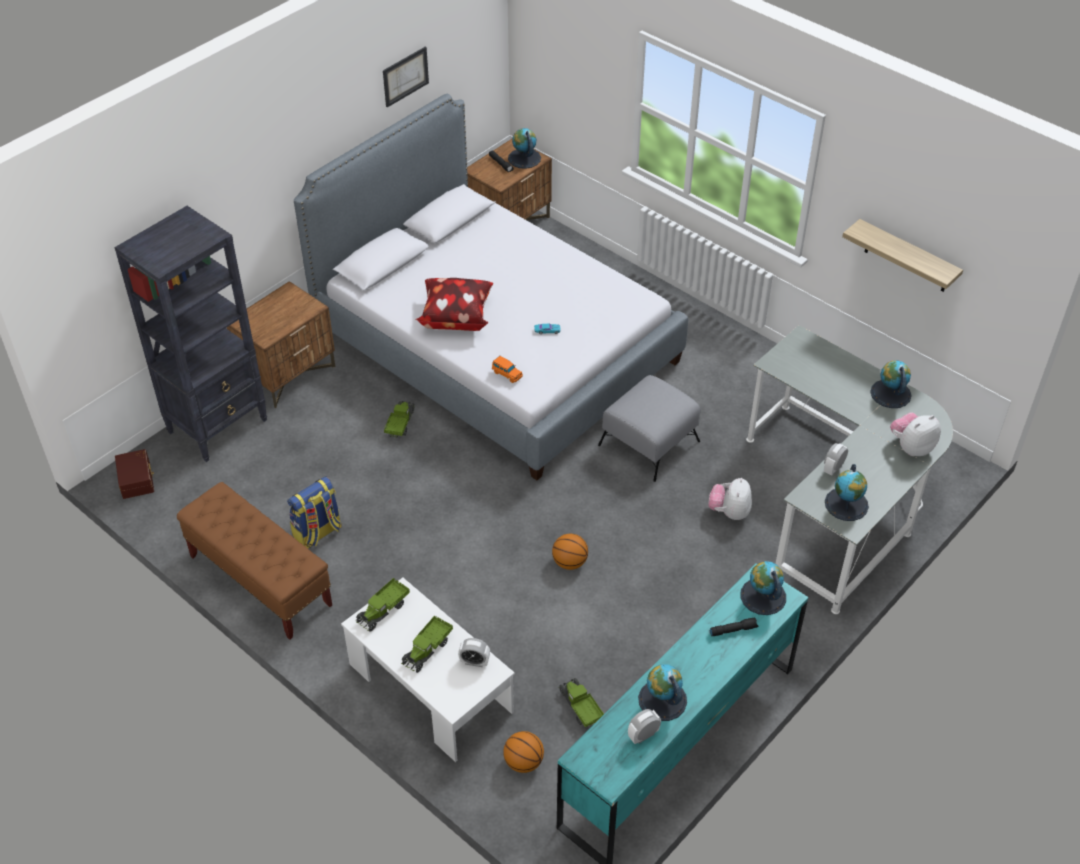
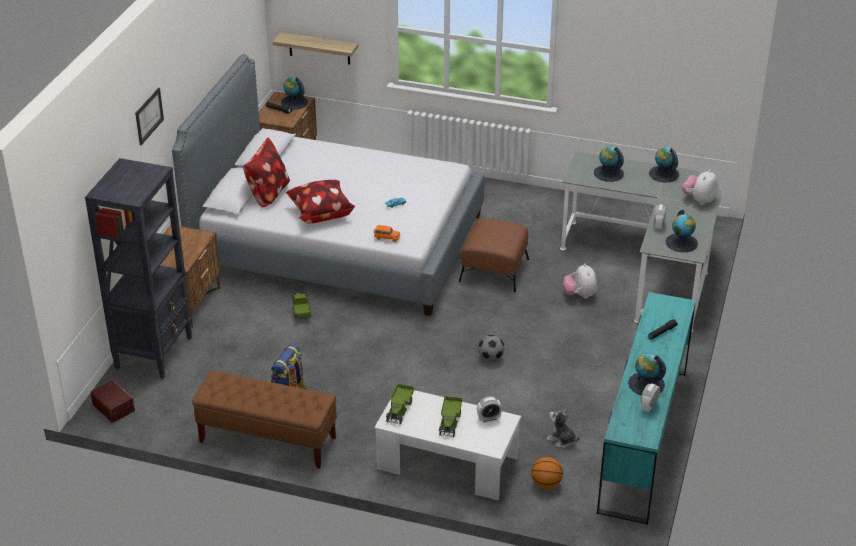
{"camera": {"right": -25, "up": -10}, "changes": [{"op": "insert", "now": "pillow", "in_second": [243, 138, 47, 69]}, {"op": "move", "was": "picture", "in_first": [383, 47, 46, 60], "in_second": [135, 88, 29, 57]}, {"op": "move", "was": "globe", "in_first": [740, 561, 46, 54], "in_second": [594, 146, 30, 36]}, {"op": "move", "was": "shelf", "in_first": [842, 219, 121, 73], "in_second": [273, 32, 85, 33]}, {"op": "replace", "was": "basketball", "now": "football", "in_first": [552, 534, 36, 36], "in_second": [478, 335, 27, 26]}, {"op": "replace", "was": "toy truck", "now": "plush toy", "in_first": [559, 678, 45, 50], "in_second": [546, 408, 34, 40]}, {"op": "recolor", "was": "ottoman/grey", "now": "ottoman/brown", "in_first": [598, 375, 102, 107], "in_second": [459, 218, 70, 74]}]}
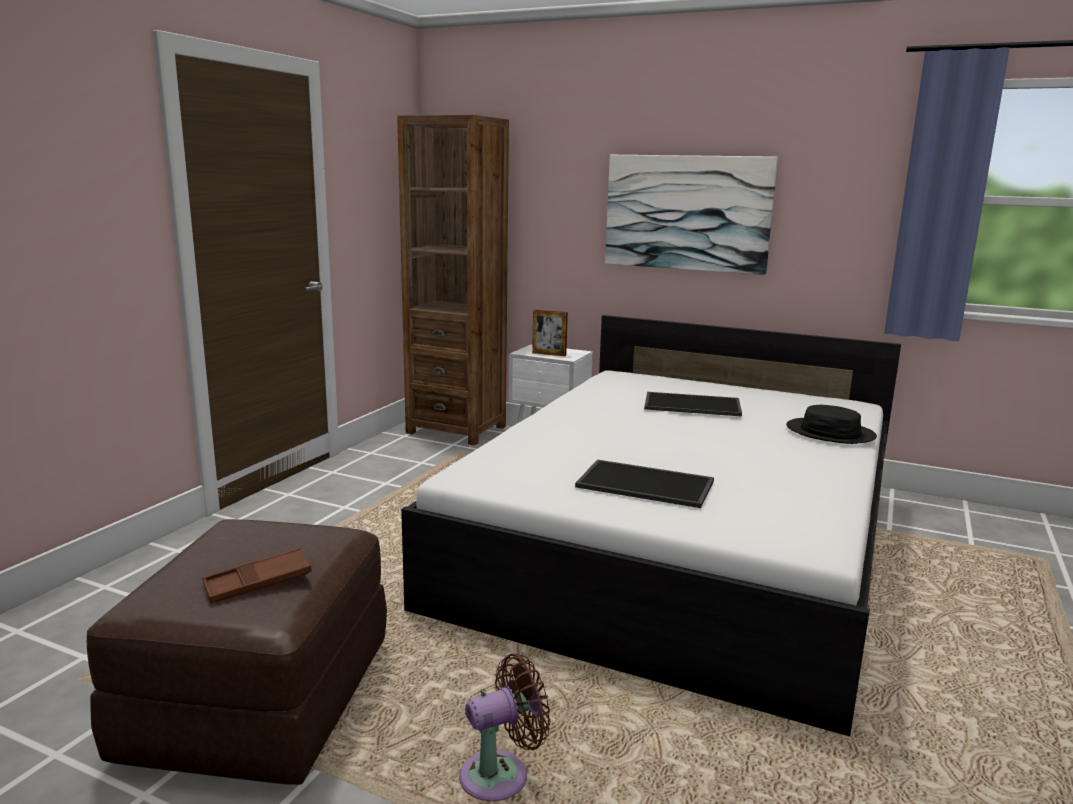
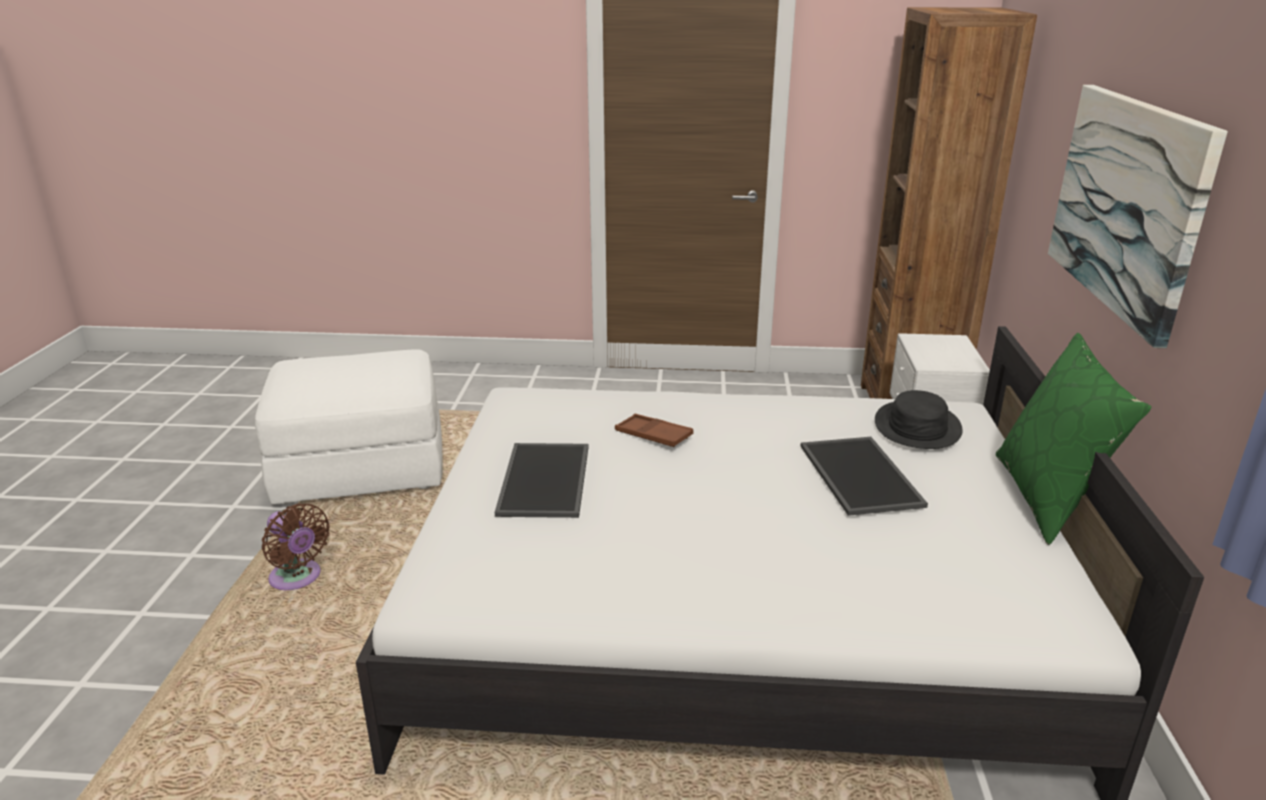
{"camera": {"right": 70, "up": 10}, "changes": [{"op": "delete", "was": "picture frame", "in_first": [532, 310, 36, 46]}, {"op": "insert", "now": "pillow/green", "in_second": [996, 333, 155, 212]}, {"op": "move", "was": "tray/brown", "in_first": [202, 548, 110, 55], "in_second": [615, 414, 78, 33]}, {"op": "move", "was": "hat/black", "in_first": [786, 405, 91, 39], "in_second": [875, 390, 88, 59]}, {"op": "recolor", "was": "ottoman/brown", "now": "ottoman/white", "in_first": [87, 519, 300, 266], "in_second": [255, 349, 187, 156]}]}
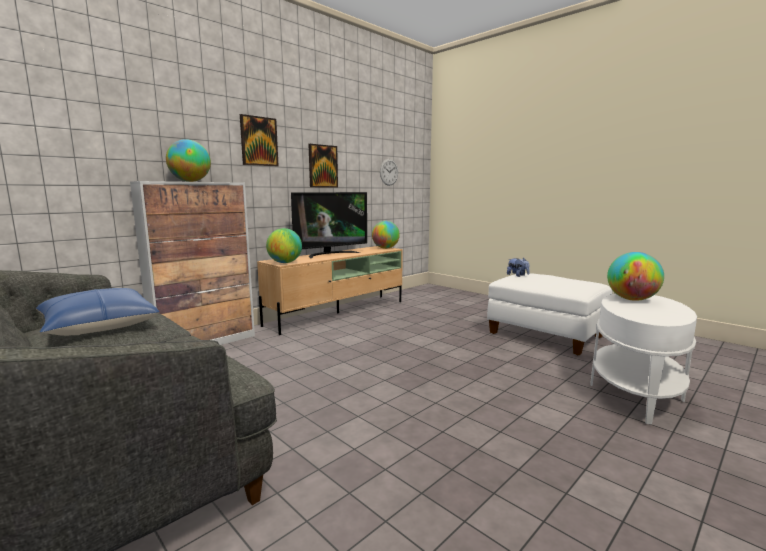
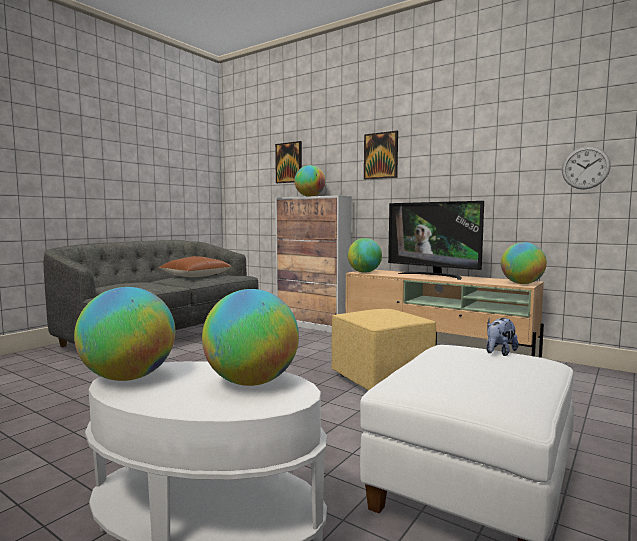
{"camera": {"right": 80, "up": -5}, "changes": [{"op": "insert", "now": "globe", "in_second": [74, 287, 101, 94]}, {"op": "insert", "now": "ottoman/yellow", "in_second": [332, 309, 104, 82]}, {"op": "move", "was": "picture", "in_first": [308, 144, 30, 44], "in_second": [275, 141, 27, 42]}, {"op": "recolor", "was": "pillow/blue", "now": "pillow/brown", "in_first": [36, 288, 123, 48], "in_second": [158, 256, 73, 21]}]}
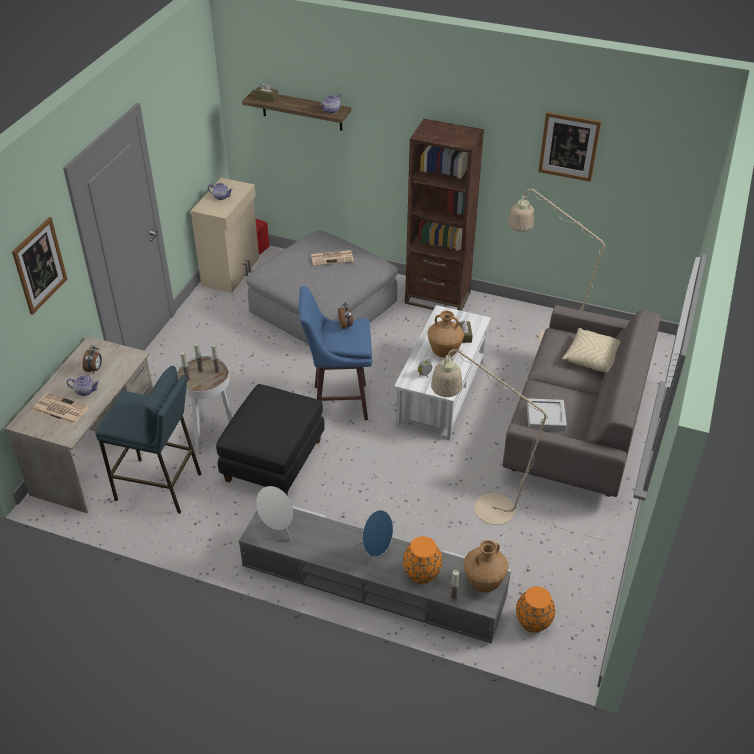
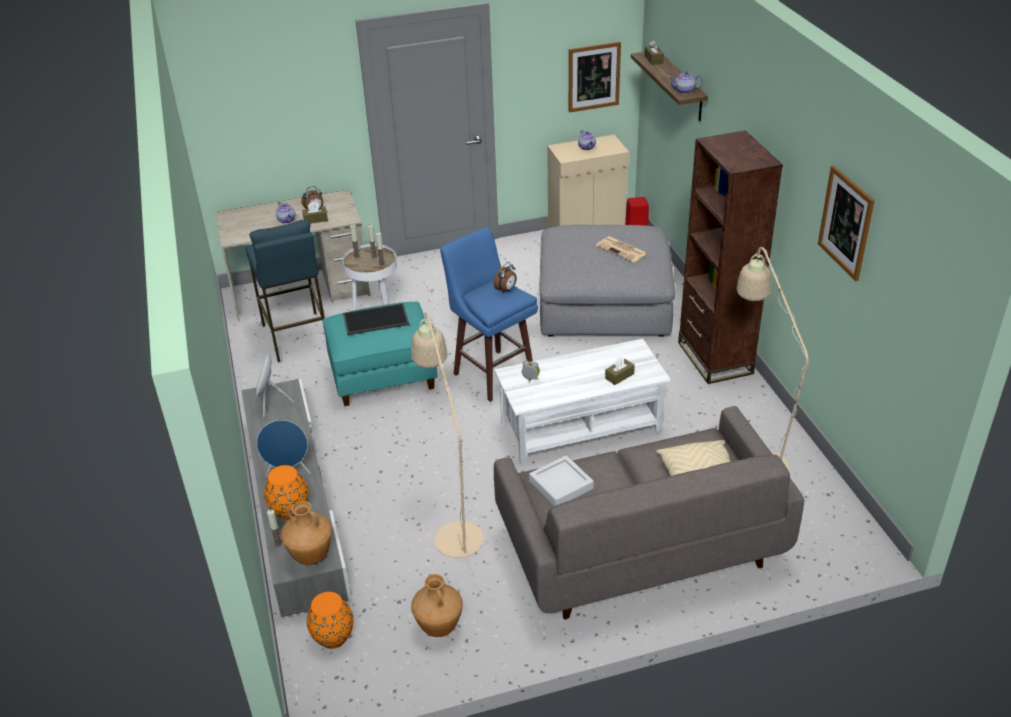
{"camera": {"right": 55, "up": -5}, "changes": [{"op": "delete", "was": "newspaper", "in_first": [32, 392, 58, 33]}, {"op": "insert", "now": "tissue box/brown", "in_second": [302, 202, 26, 21]}, {"op": "insert", "now": "tray", "in_second": [343, 303, 66, 32]}, {"op": "move", "was": "picture", "in_first": [12, 217, 55, 98], "in_second": [569, 42, 52, 71]}, {"op": "move", "was": "vase/brown", "in_first": [427, 311, 37, 47], "in_second": [411, 574, 52, 63]}, {"op": "recolor", "was": "ottoman/black", "now": "ottoman/turquoise", "in_first": [216, 384, 109, 112], "in_second": [323, 302, 115, 104]}]}
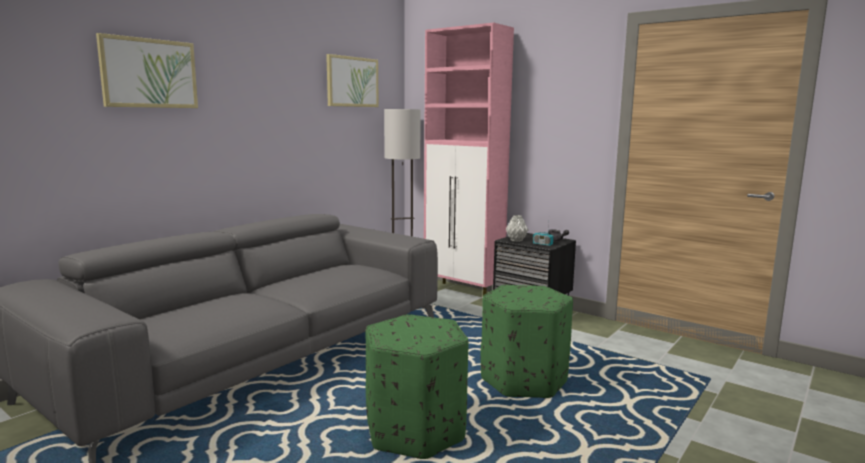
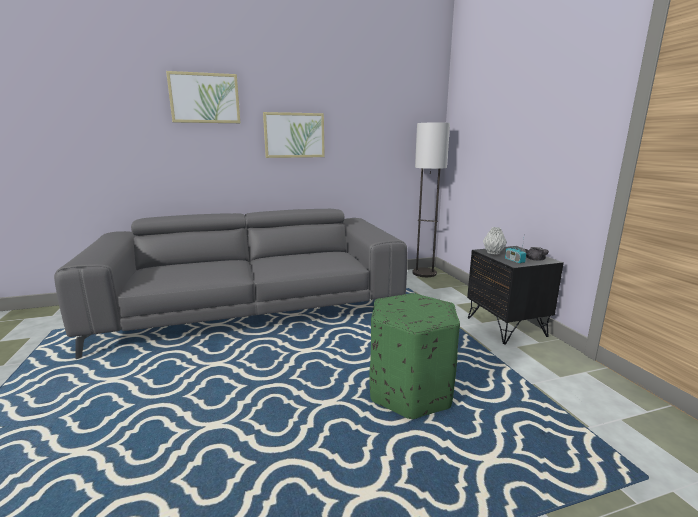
{"camera": {"right": 35, "up": 5}, "changes": [{"op": "delete", "was": "ottoman/green", "in_first": [366, 314, 103, 145]}, {"op": "delete", "was": "cabinet/pink", "in_first": [424, 23, 90, 272]}, {"op": "move", "was": "picture", "in_first": [326, 54, 53, 53], "in_second": [263, 112, 62, 46]}]}
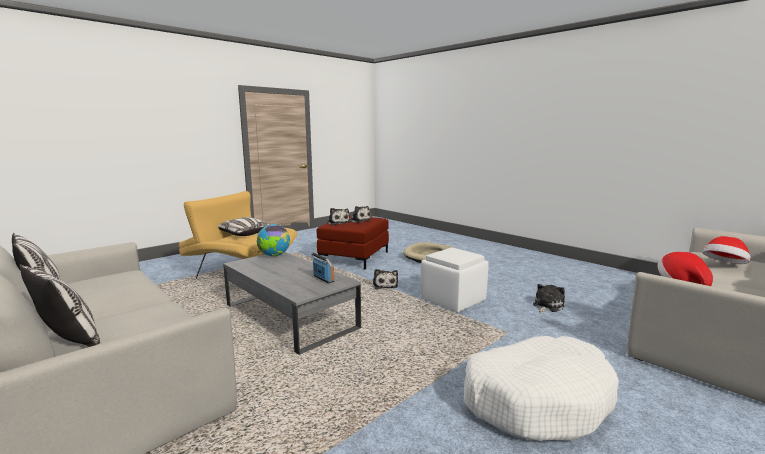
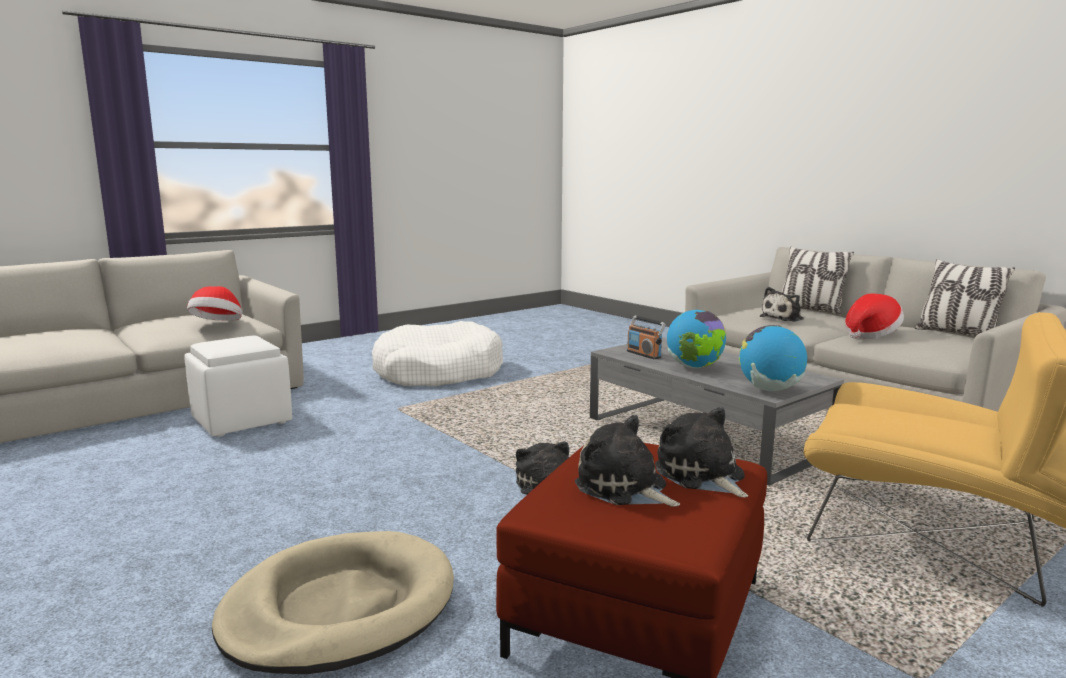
{"camera": {"right": -175, "up": 0}, "changes": [{"op": "delete", "was": "pillow", "in_first": [218, 217, 53, 19]}, {"op": "insert", "now": "globe", "in_second": [667, 310, 59, 58]}, {"op": "move", "was": "ottoman/white", "in_first": [421, 248, 68, 64], "in_second": [184, 335, 108, 102]}, {"op": "move", "was": "plush toy", "in_first": [533, 284, 32, 29], "in_second": [760, 287, 44, 35]}, {"op": "move", "was": "hat", "in_first": [703, 236, 47, 28], "in_second": [845, 293, 59, 46]}]}
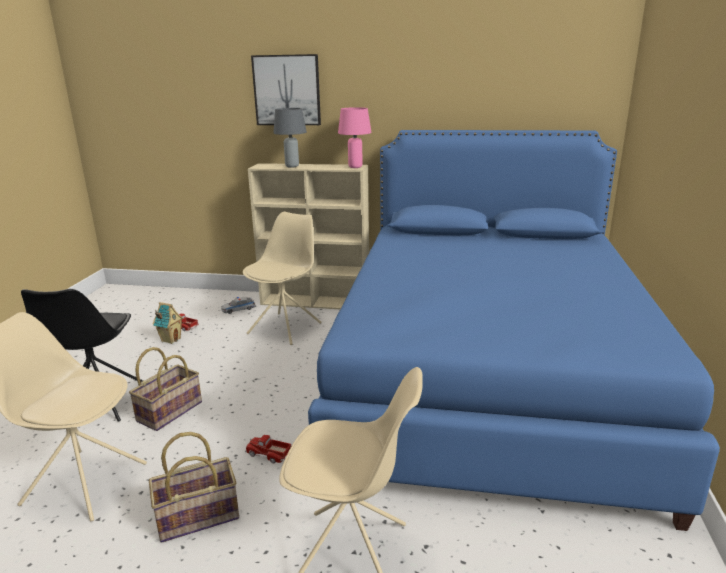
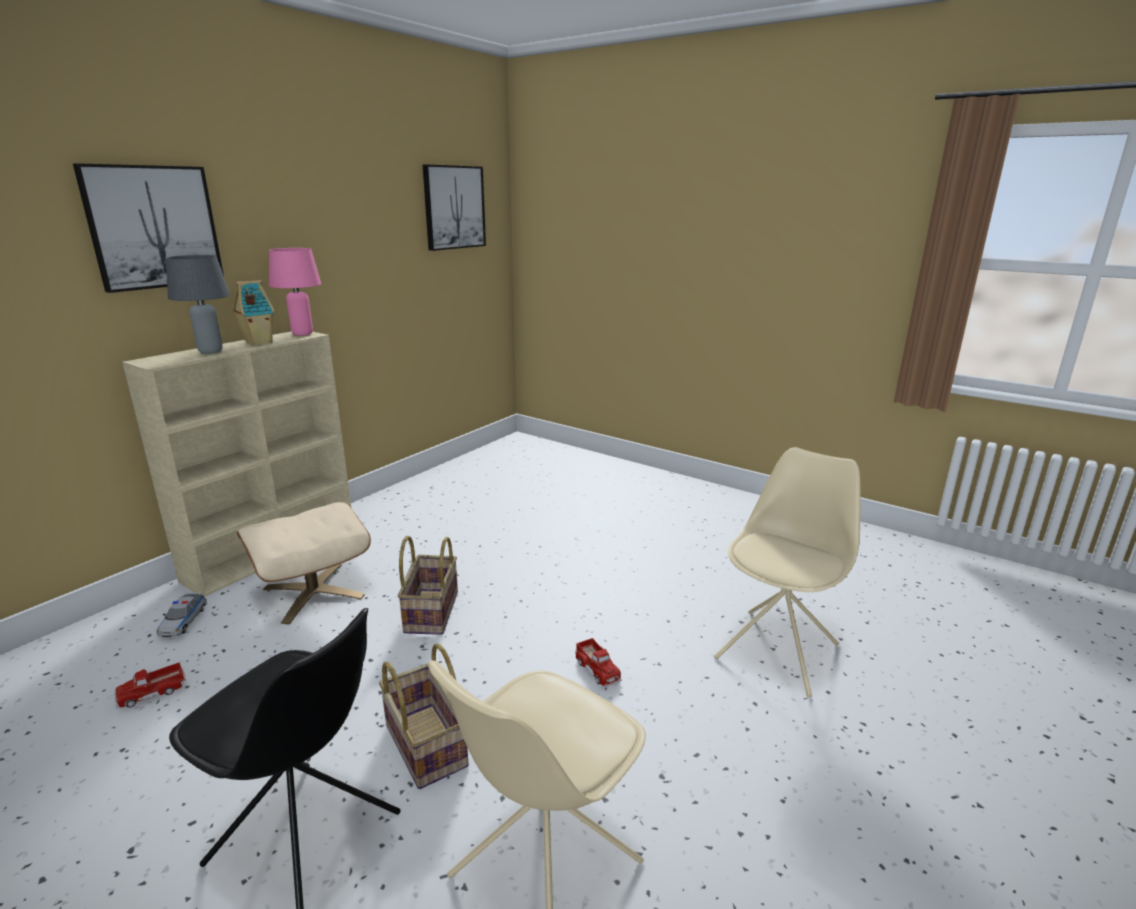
{"camera": {"right": -65, "up": 0}, "changes": [{"op": "delete", "was": "bed/blue", "in_first": [308, 130, 412, 401]}, {"op": "insert", "now": "picture", "in_second": [423, 164, 63, 87]}, {"op": "move", "was": "basket", "in_first": [149, 432, 90, 111], "in_second": [398, 536, 60, 99]}, {"op": "move", "was": "toy house", "in_first": [153, 302, 31, 42], "in_second": [232, 280, 43, 65]}, {"op": "replace", "was": "chair/beige", "now": "ottoman/beige", "in_first": [243, 212, 79, 133], "in_second": [237, 502, 134, 123]}, {"op": "rotate", "was": "toy truck", "in_first": [245, 435, 46, 28], "in_second": [575, 638, 47, 49], "clockwise": -75}]}
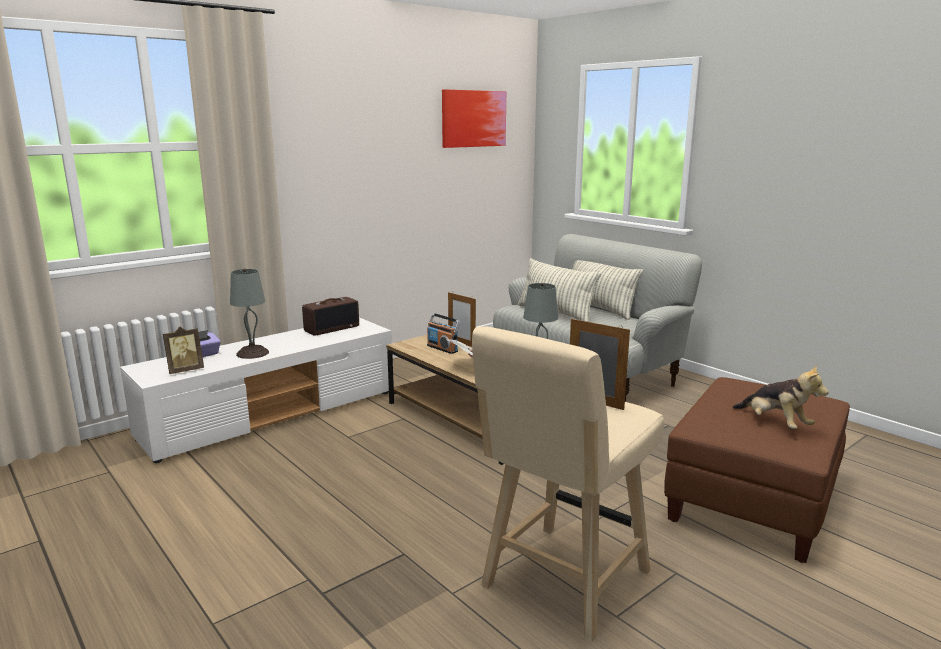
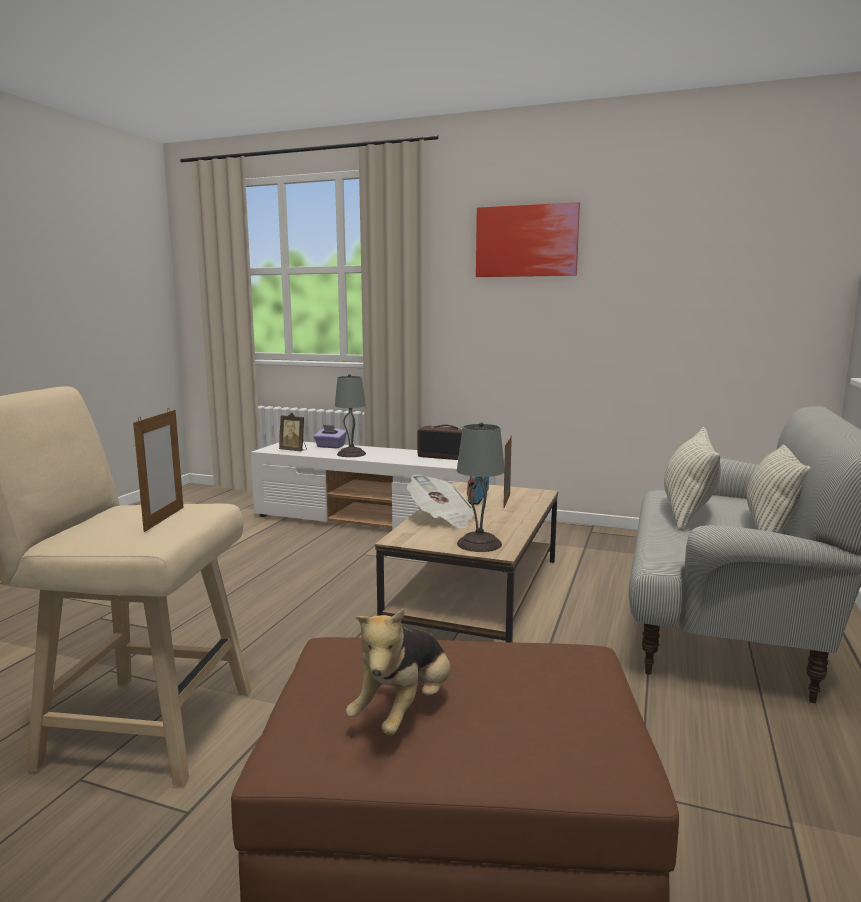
{"camera": {"right": 60, "up": -5}, "changes": [{"op": "move", "was": "picture", "in_first": [442, 89, 64, 59], "in_second": [476, 202, 104, 75]}]}
